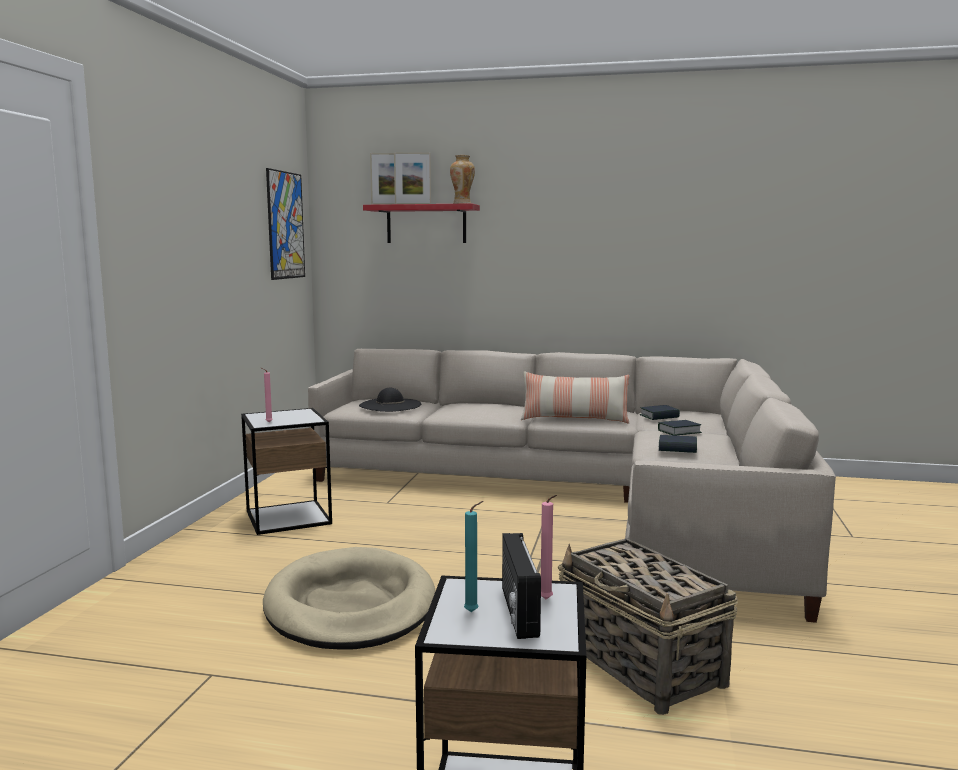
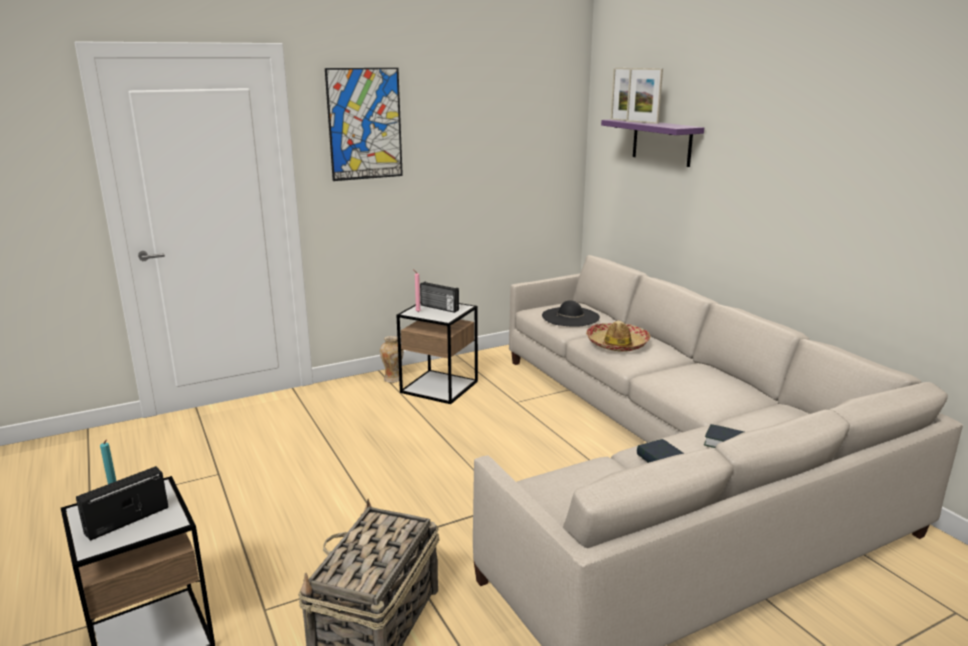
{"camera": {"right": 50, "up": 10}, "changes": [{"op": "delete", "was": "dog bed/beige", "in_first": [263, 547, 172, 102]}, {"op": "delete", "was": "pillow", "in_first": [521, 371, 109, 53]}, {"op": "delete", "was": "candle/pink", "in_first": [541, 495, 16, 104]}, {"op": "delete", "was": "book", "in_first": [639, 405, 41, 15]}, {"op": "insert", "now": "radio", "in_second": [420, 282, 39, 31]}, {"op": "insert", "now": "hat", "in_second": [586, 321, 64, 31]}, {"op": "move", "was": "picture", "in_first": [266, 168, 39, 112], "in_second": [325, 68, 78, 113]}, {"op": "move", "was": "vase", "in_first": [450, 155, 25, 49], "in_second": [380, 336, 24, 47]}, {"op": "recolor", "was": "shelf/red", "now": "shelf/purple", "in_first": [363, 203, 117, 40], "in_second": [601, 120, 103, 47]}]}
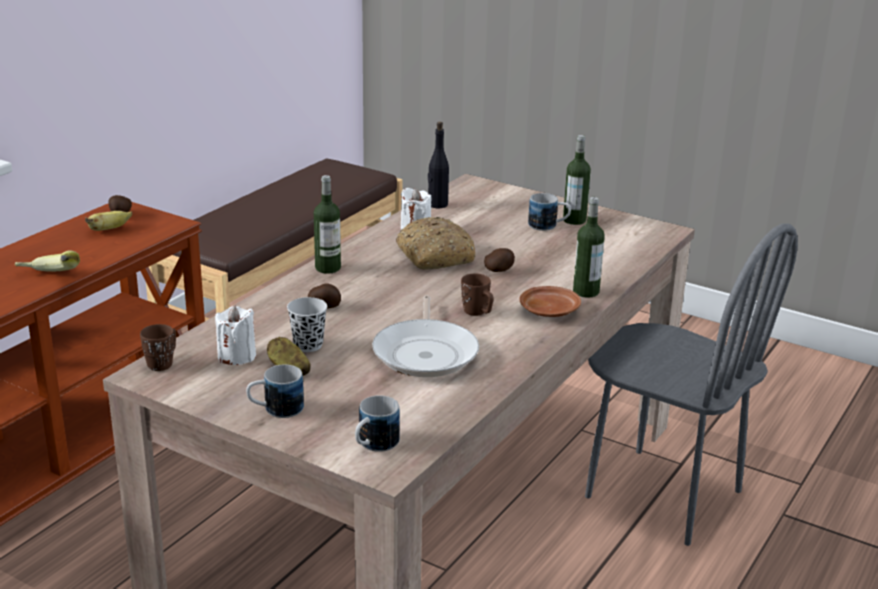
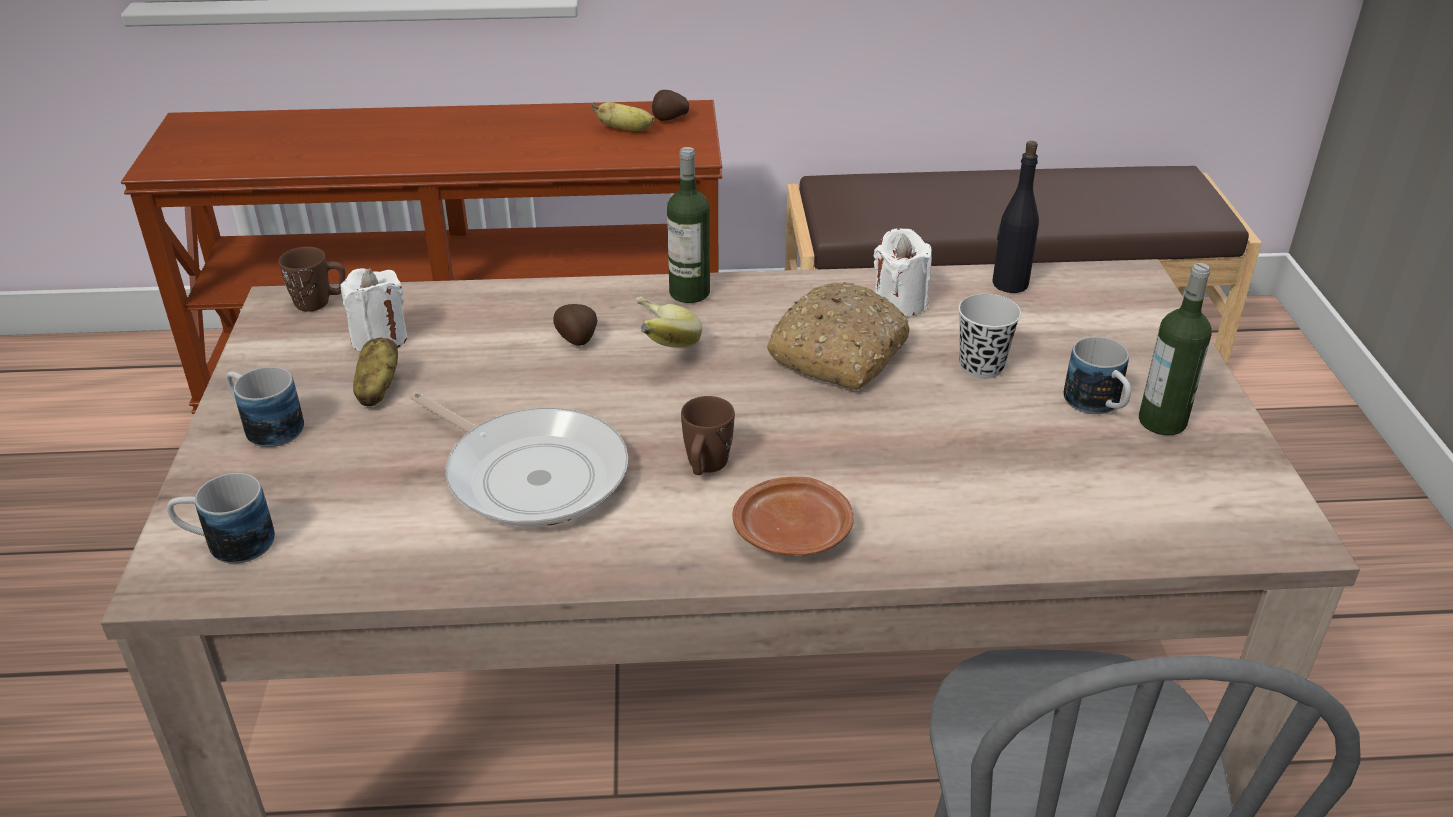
{"camera": {"right": 55, "up": 10}, "changes": [{"op": "delete", "was": "potato", "in_first": [484, 248, 31, 24]}, {"op": "delete", "was": "bottle", "in_first": [573, 197, 32, 101]}, {"op": "move", "was": "banana", "in_first": [14, 250, 66, 22], "in_second": [635, 296, 67, 52]}, {"op": "move", "was": "cup/black", "in_first": [287, 297, 40, 55], "in_second": [958, 294, 63, 85]}, {"op": "rotate", "was": "frying pan", "in_first": [372, 295, 107, 82], "in_second": [410, 392, 218, 135], "clockwise": -105}]}
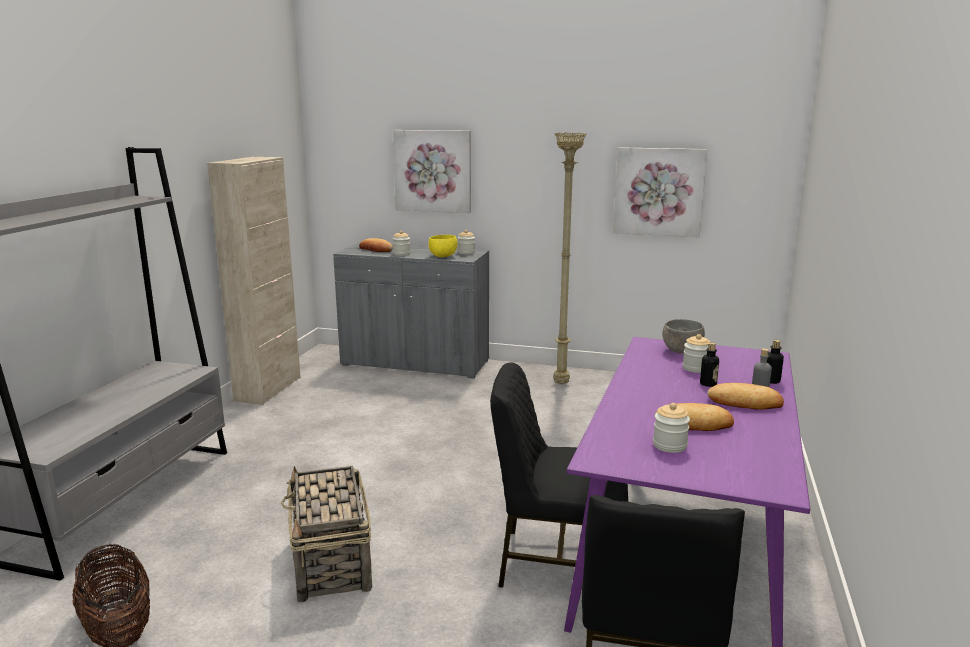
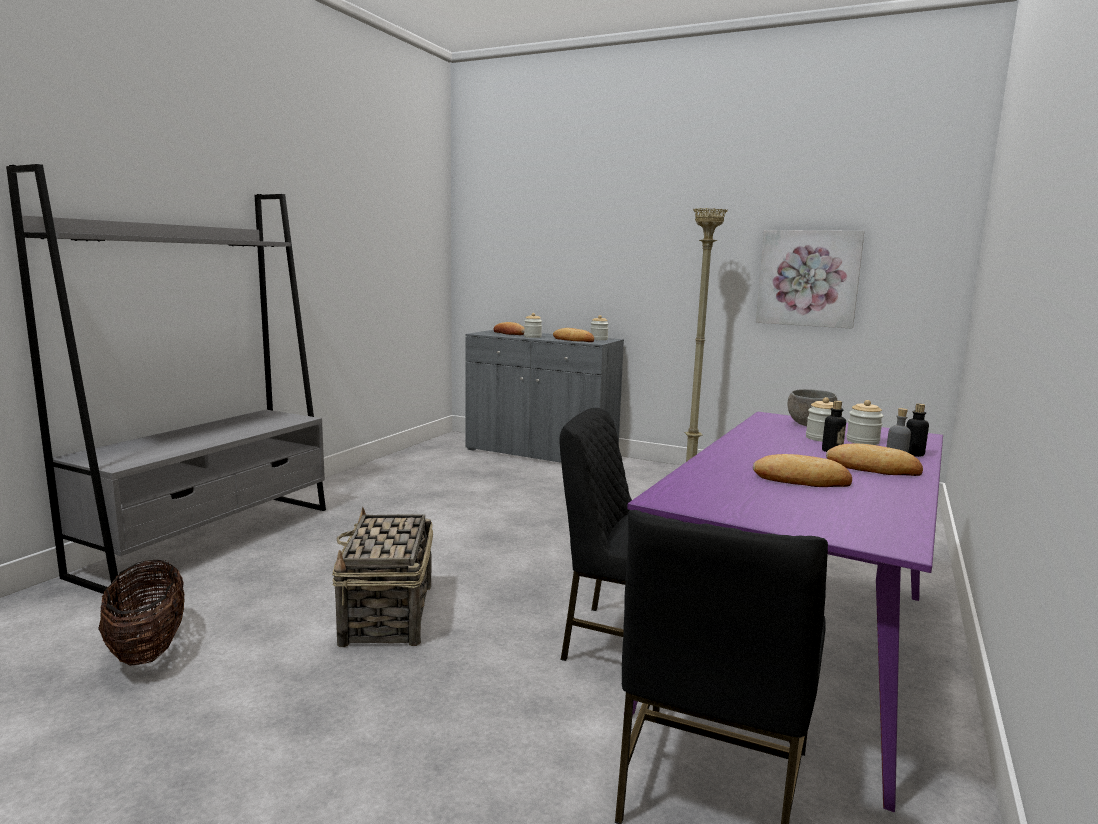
{"camera": {"right": 10, "up": -5}, "changes": [{"op": "delete", "was": "cabinet/beige", "in_first": [207, 157, 94, 248]}, {"op": "delete", "was": "picture", "in_first": [393, 130, 78, 83]}, {"op": "move", "was": "jar", "in_first": [653, 403, 37, 50], "in_second": [846, 400, 37, 45]}, {"op": "replace", "was": "bowl/yellow", "now": "bread", "in_first": [428, 235, 30, 22], "in_second": [553, 328, 41, 14]}]}
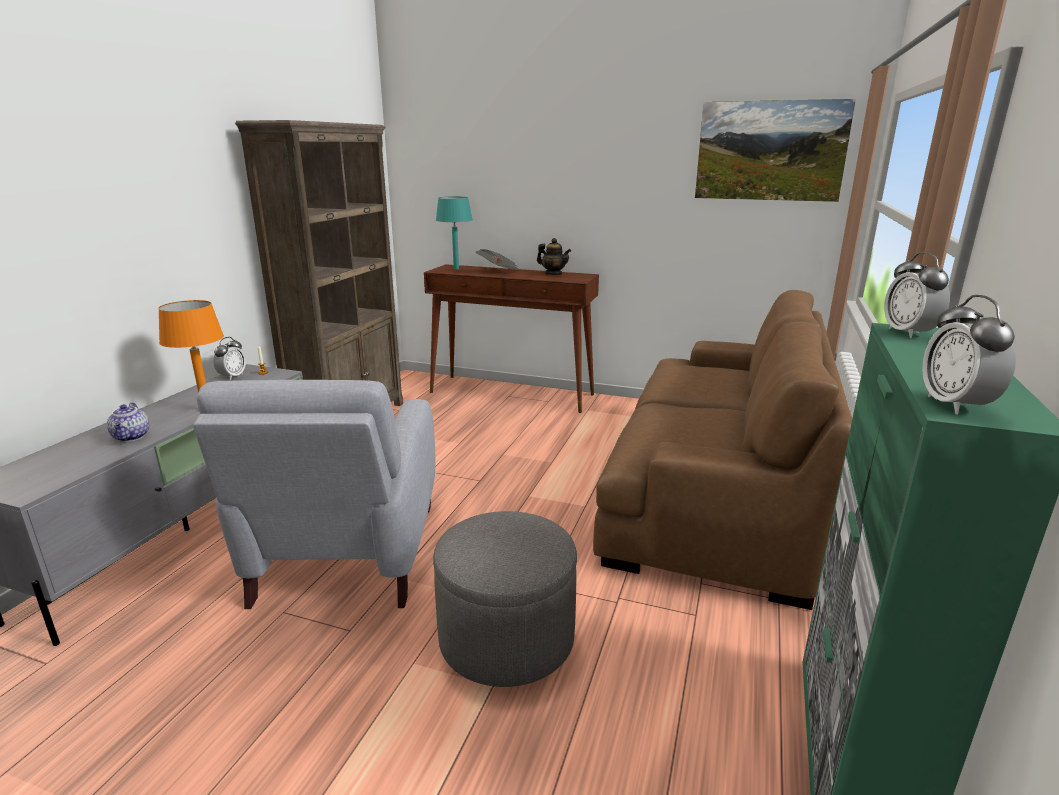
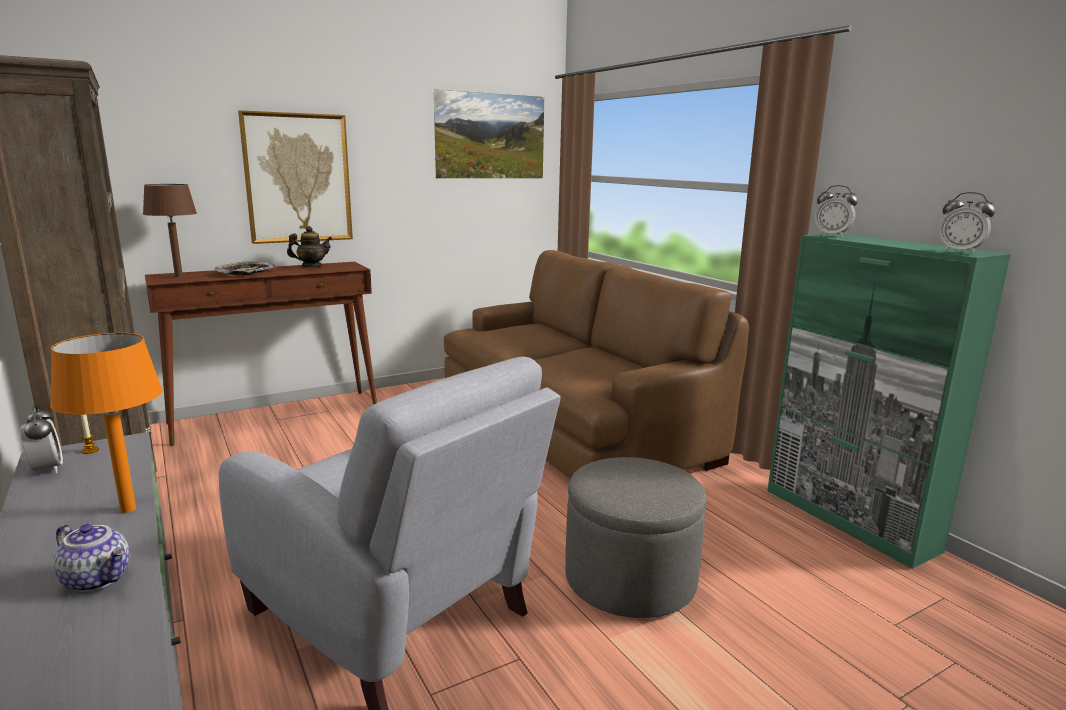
{"camera": {"right": -50, "up": -5}, "changes": [{"op": "insert", "now": "picture", "in_second": [238, 110, 115, 134]}, {"op": "replace", "was": "newspaper", "now": "tray", "in_first": [476, 249, 44, 21], "in_second": [215, 261, 61, 15]}, {"op": "recolor", "was": "table lamp/turquoise", "now": "table lamp/brown", "in_first": [436, 196, 37, 73], "in_second": [143, 184, 54, 93]}]}
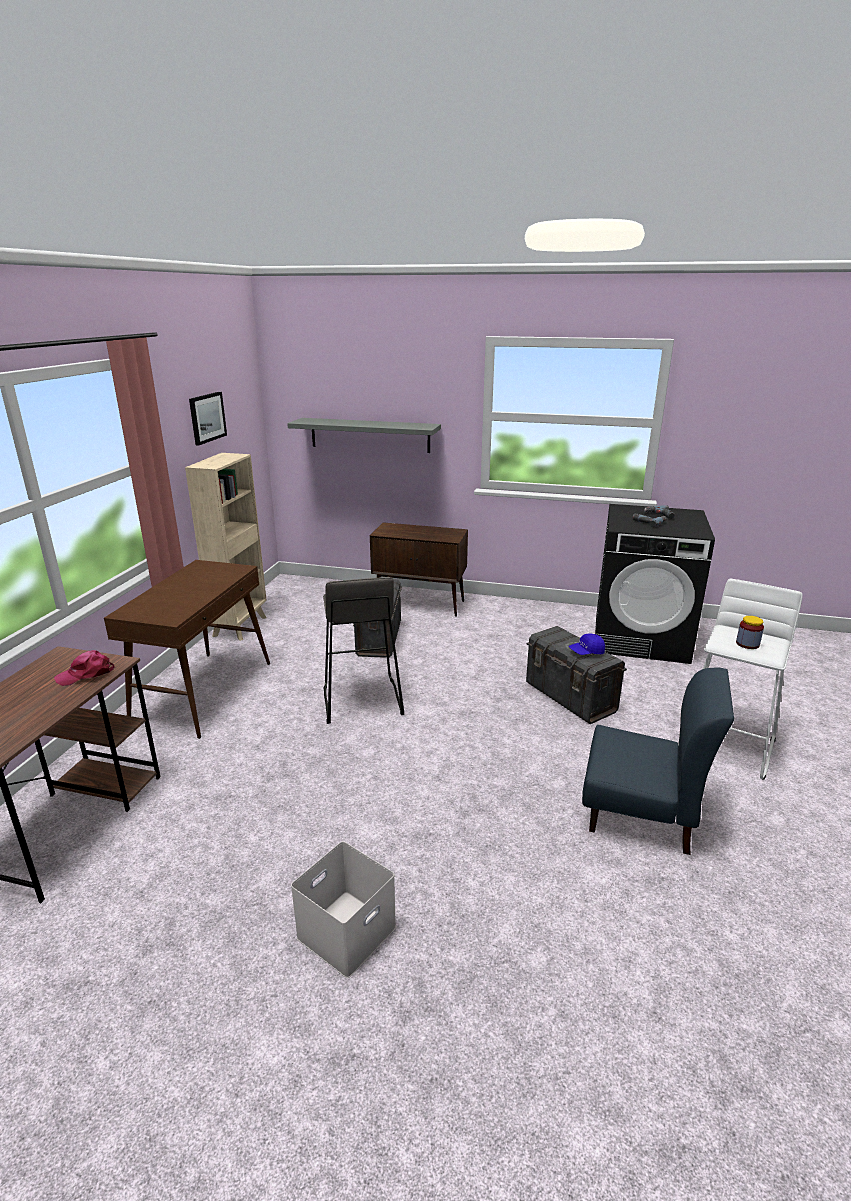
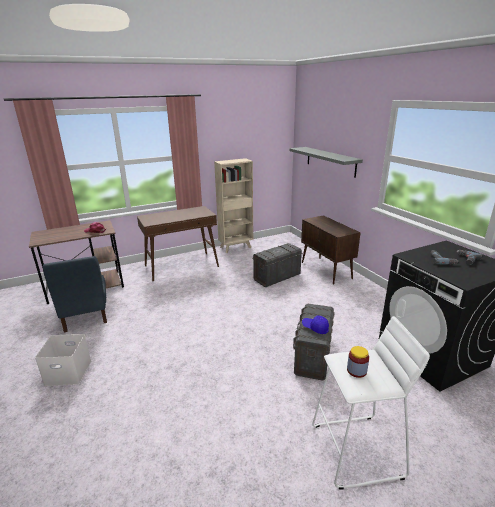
{"camera": {"right": 50, "up": 0}, "changes": [{"op": "delete", "was": "picture", "in_first": [189, 392, 38, 53]}, {"op": "delete", "was": "stool/grey", "in_first": [323, 577, 81, 147]}, {"op": "move", "was": "chair/blue", "in_first": [582, 668, 152, 187], "in_second": [43, 256, 64, 77]}]}
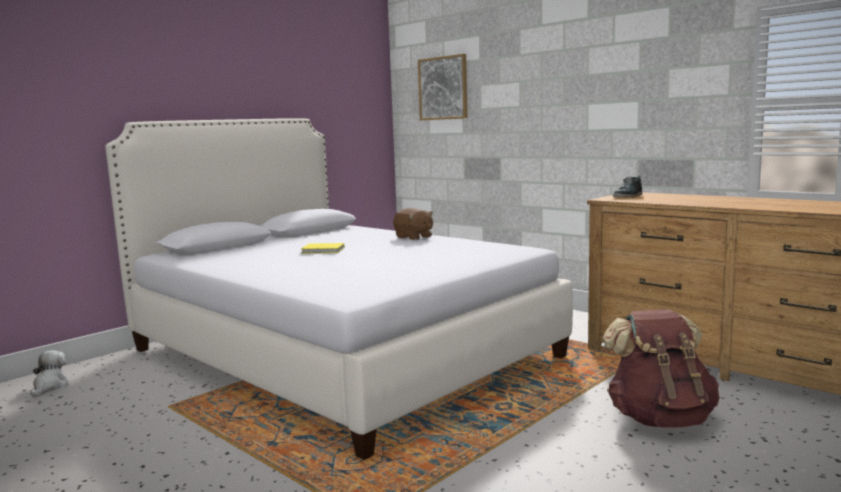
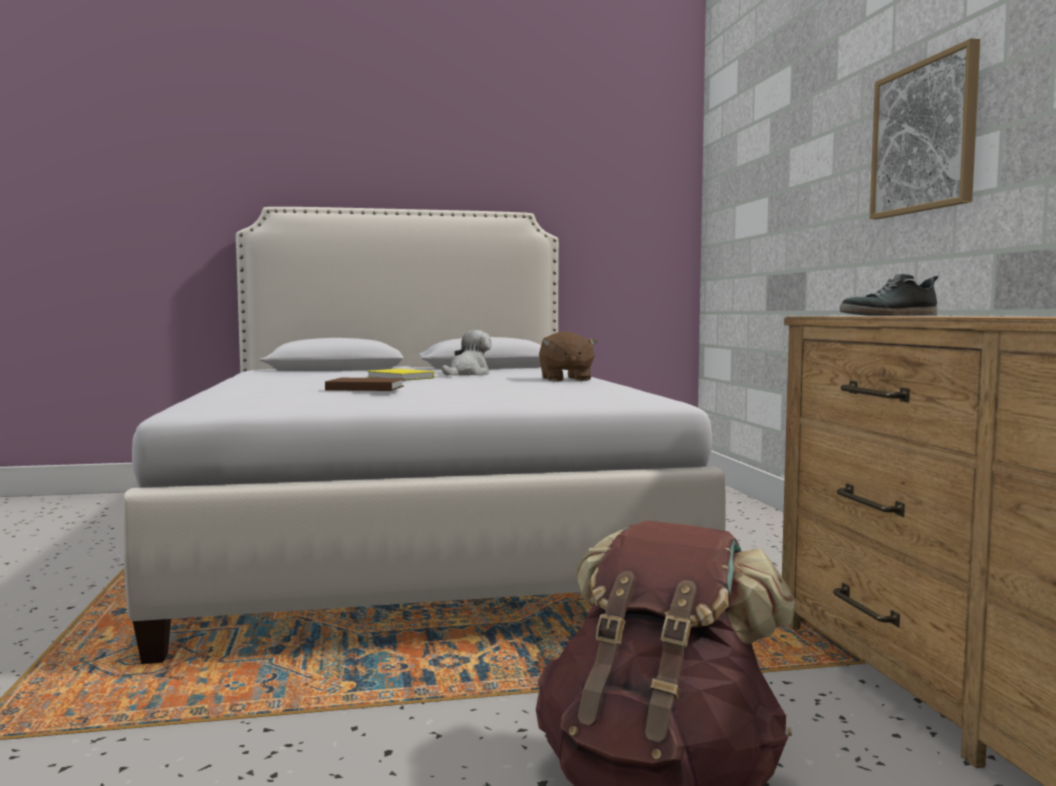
{"camera": {"right": 35, "up": -5}, "changes": [{"op": "insert", "now": "book/brown", "in_second": [325, 378, 79, 13]}, {"op": "move", "was": "plush toy", "in_first": [30, 350, 38, 47], "in_second": [442, 330, 50, 45]}, {"op": "move", "was": "picture", "in_first": [418, 54, 50, 66], "in_second": [870, 39, 110, 180]}]}
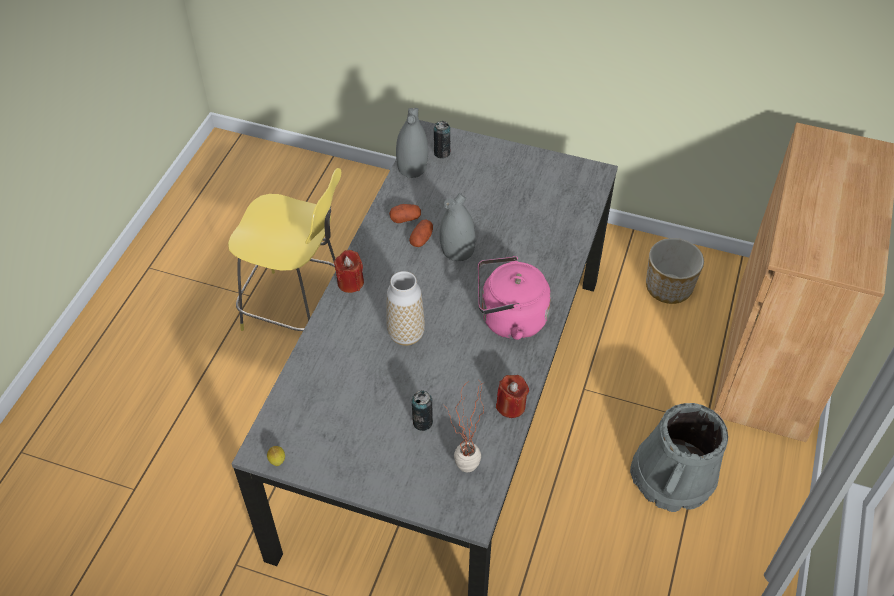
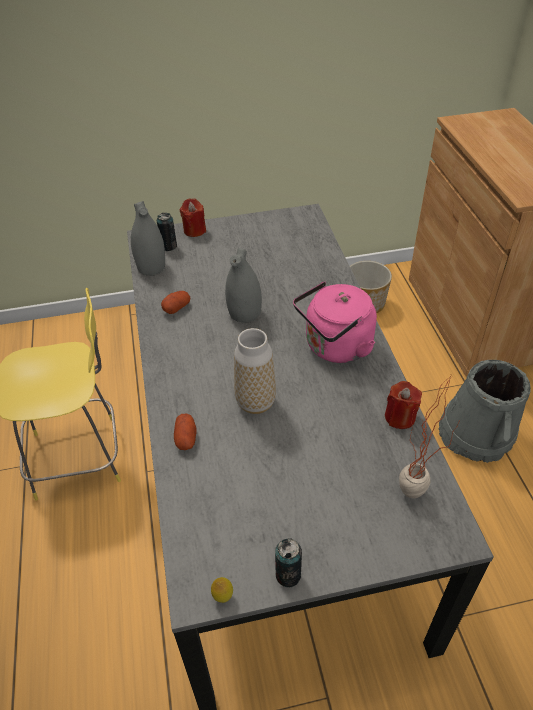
{"camera": {"right": -30, "up": -5}, "changes": [{"op": "move", "was": "candle/red", "in_first": [334, 250, 30, 43], "in_second": [180, 198, 26, 39]}, {"op": "move", "was": "potato", "in_first": [409, 219, 24, 28], "in_second": [174, 414, 23, 36]}, {"op": "move", "was": "can", "in_first": [412, 390, 21, 41], "in_second": [275, 538, 27, 49]}]}
